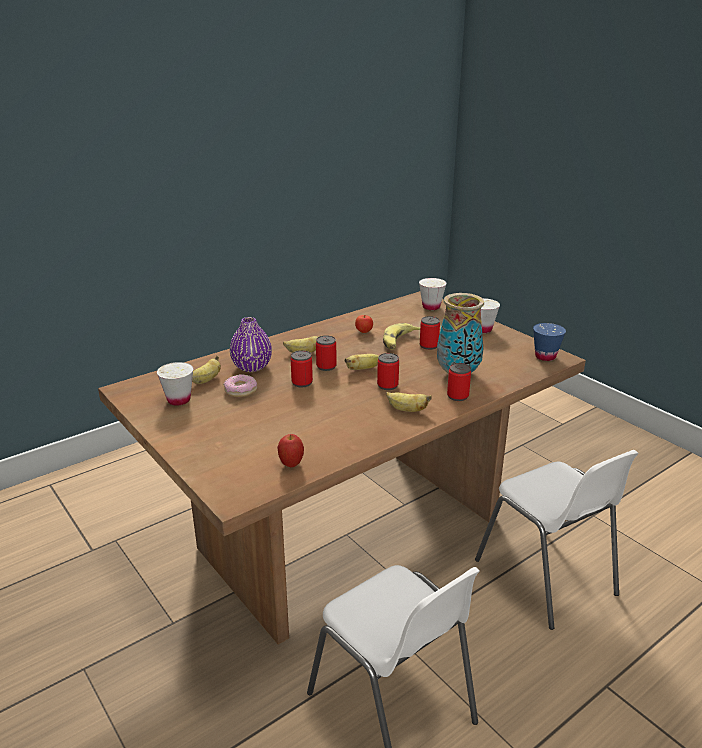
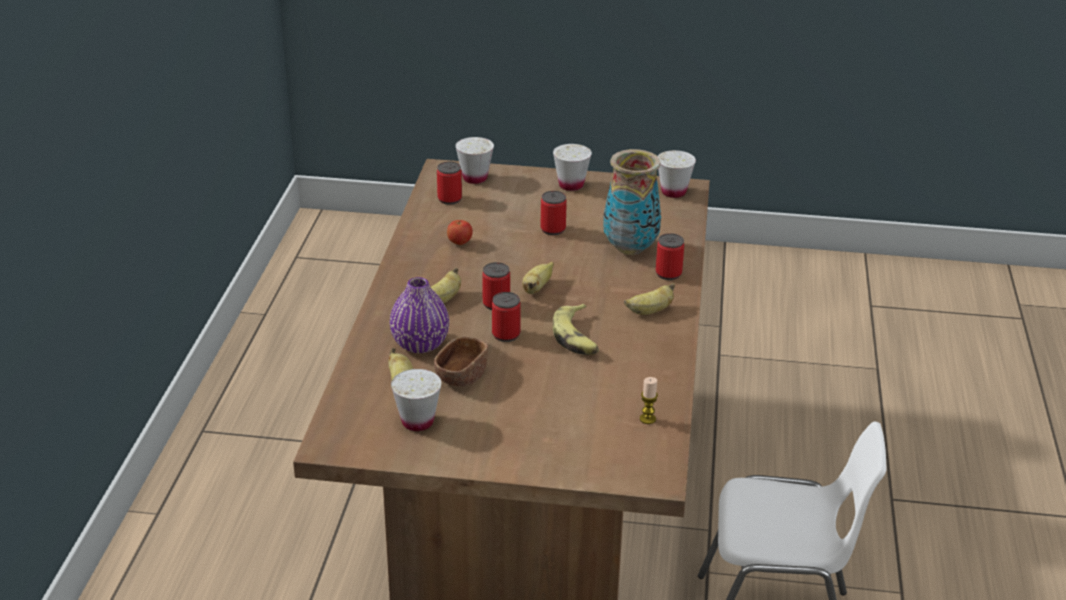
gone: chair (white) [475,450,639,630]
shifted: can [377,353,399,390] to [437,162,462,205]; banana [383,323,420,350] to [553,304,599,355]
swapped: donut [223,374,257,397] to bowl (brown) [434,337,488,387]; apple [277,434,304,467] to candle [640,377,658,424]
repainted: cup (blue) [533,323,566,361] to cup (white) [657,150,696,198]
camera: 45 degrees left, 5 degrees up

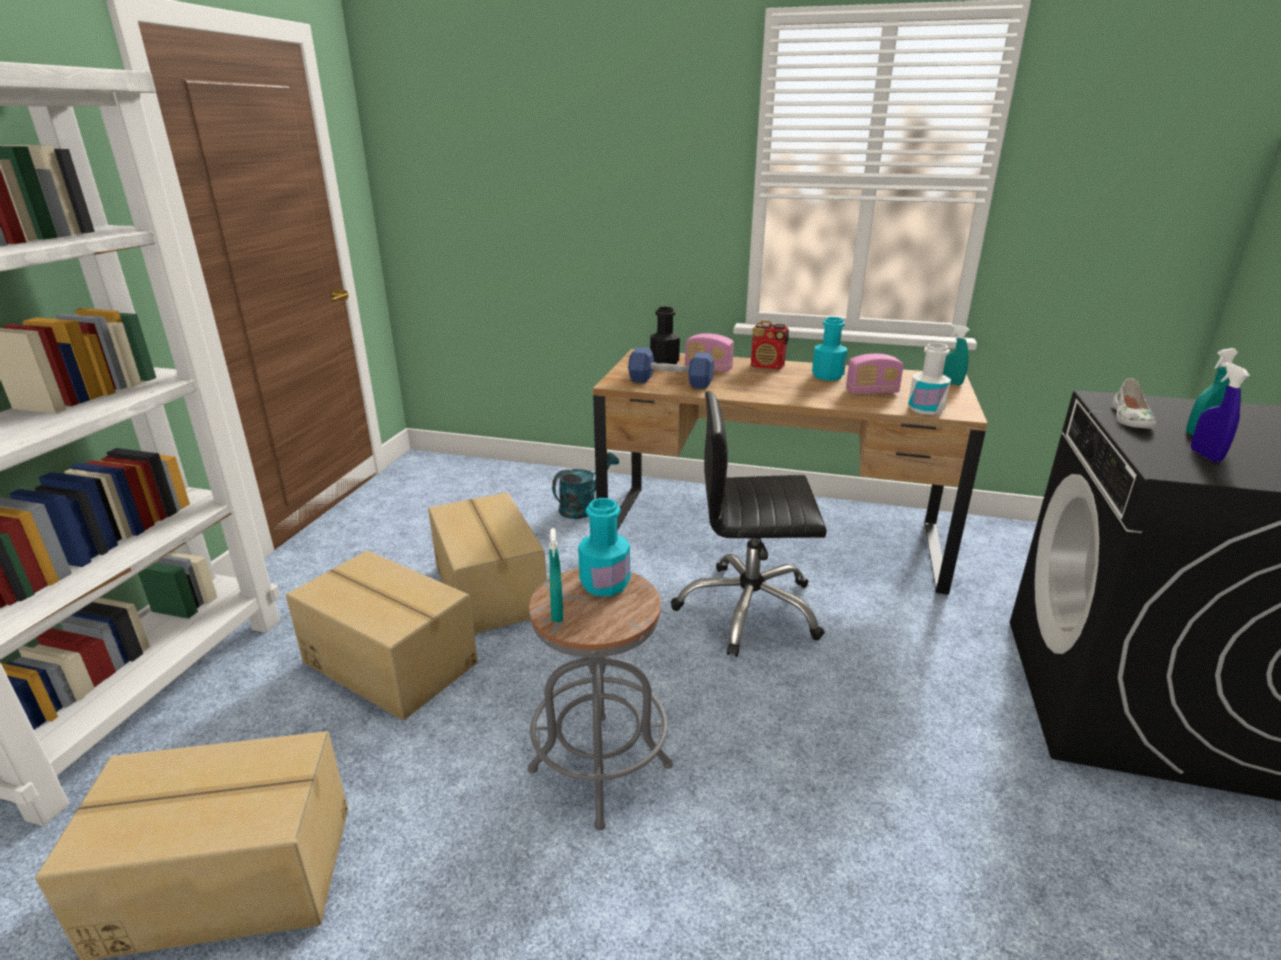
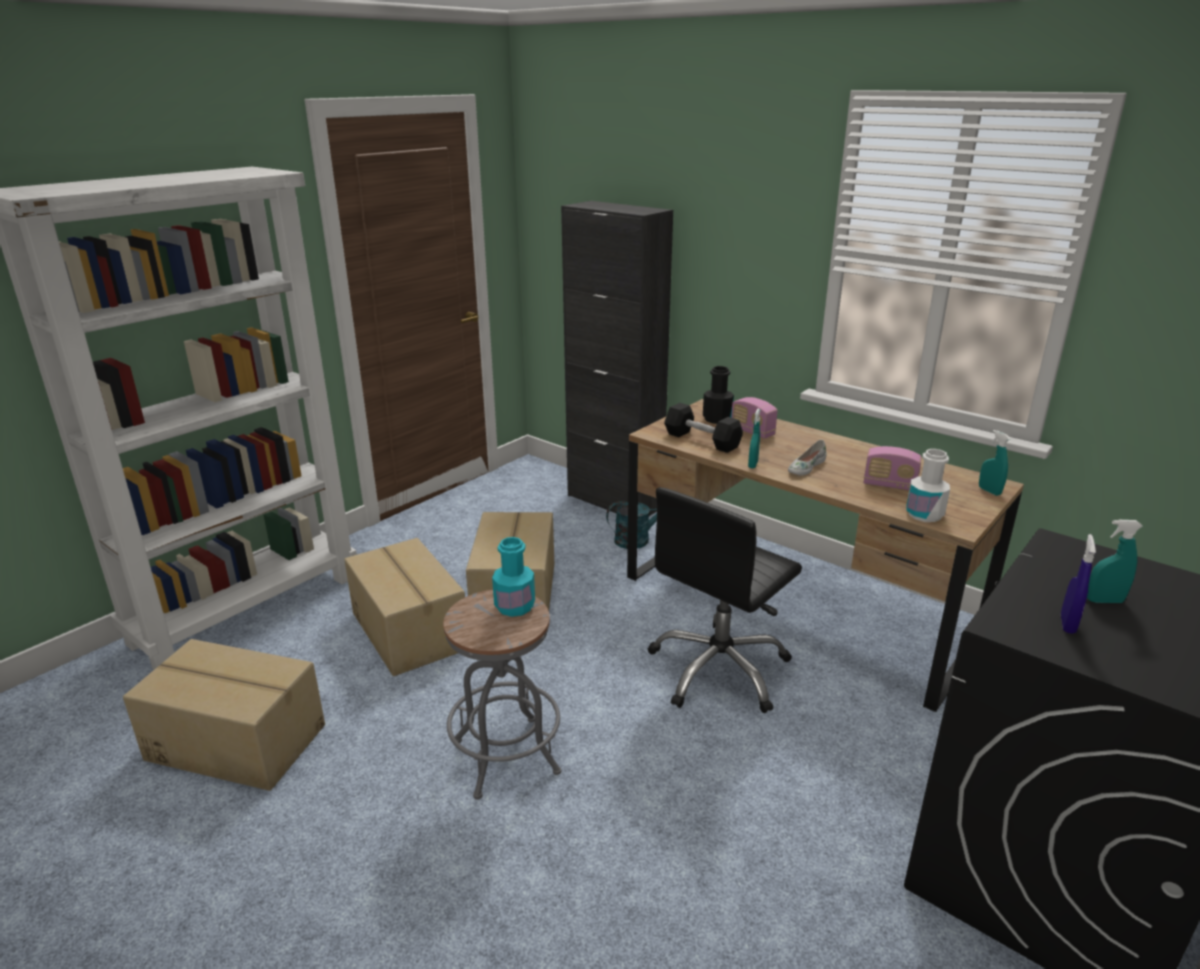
gone: radio [751,320,789,369]; bottle (turquoise) [812,317,847,381]
new: cabinet (black) [561,201,673,516]
shifted: spray bottle (turquoise) [549,528,563,622] to [748,409,760,468]; shoe (white) [1112,378,1156,429] to [788,440,827,476]
repainted: dumbbell (blue) [628,347,714,389] to dumbbell (black) [664,403,743,453]
rotated: office chair (black) [671,391,827,657] = [648,487,802,713] 75 degrees counterclockwise
camera: 25 degrees right, 0 degrees up

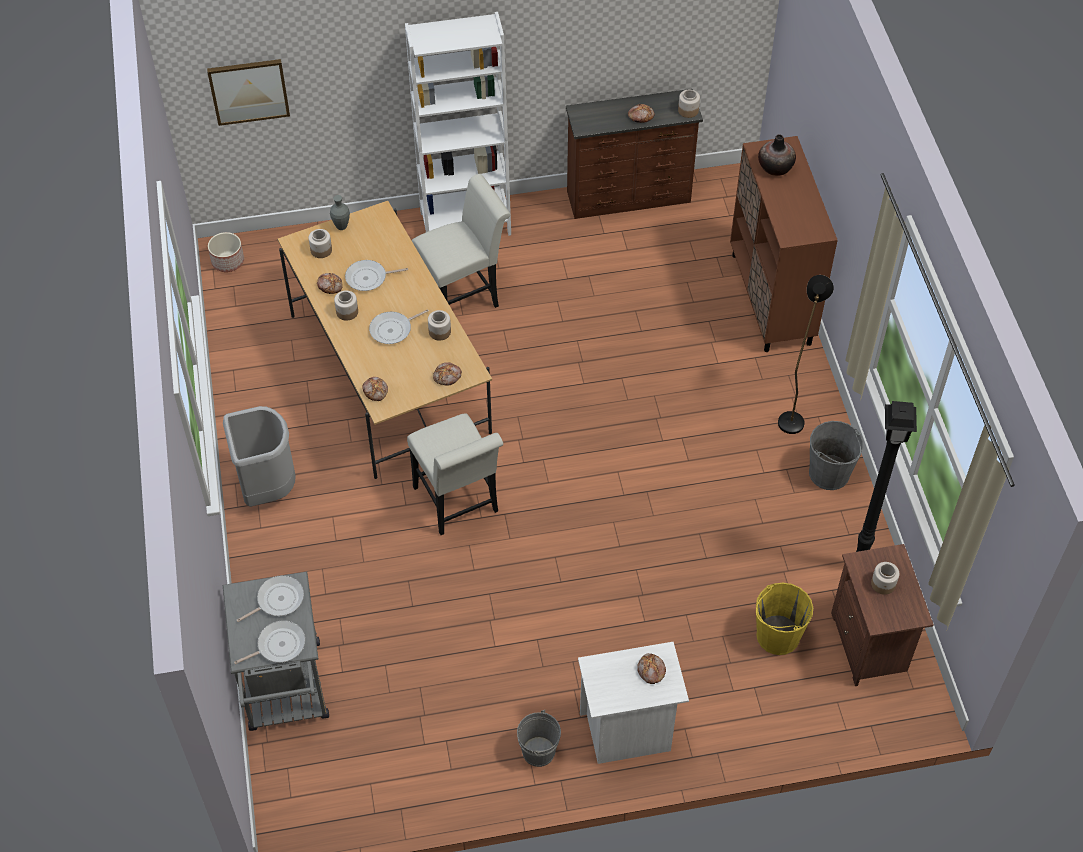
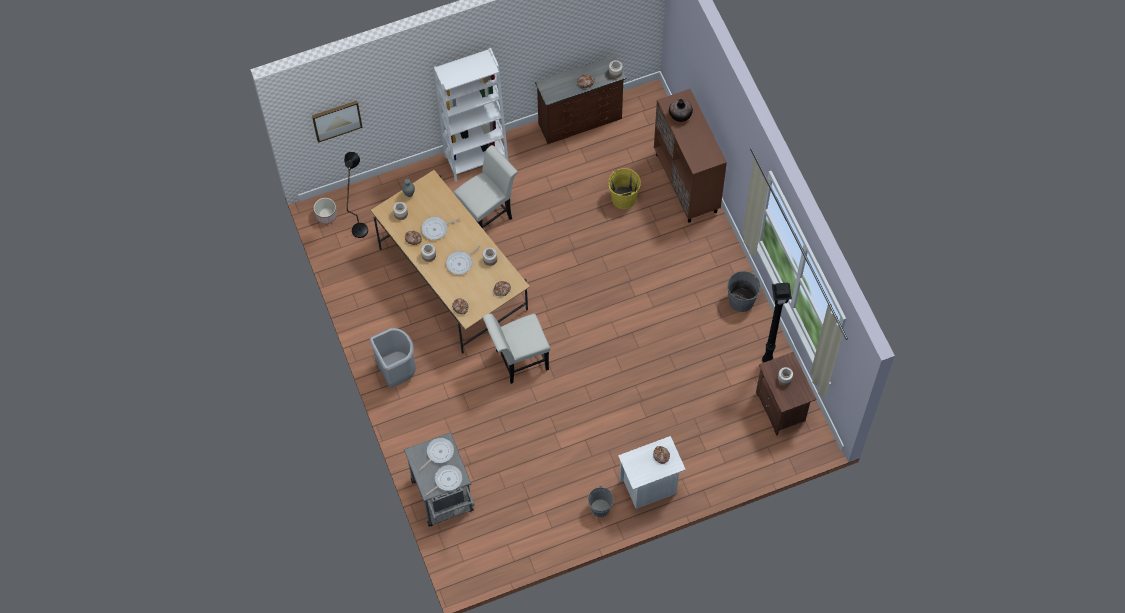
shifted: floor lamp (black) [778,275,834,434] to [344,152,368,238]; bucket (yellow) [756,583,813,655] to [608,168,641,209]
rotated: chair (white) [407,413,503,535] = [483,313,551,384] 105 degrees clockwise
camera: 10 degrees left, 10 degrees up

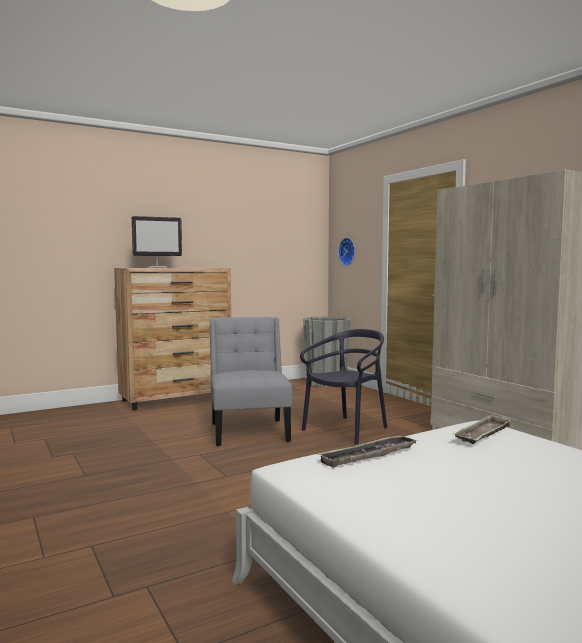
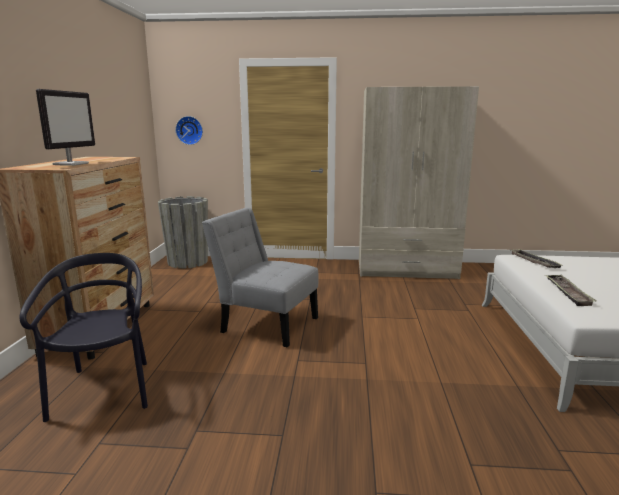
shifted: chair (black) [300,329,387,445] to [20,253,148,422]
camera: 55 degrees left, 10 degrees up

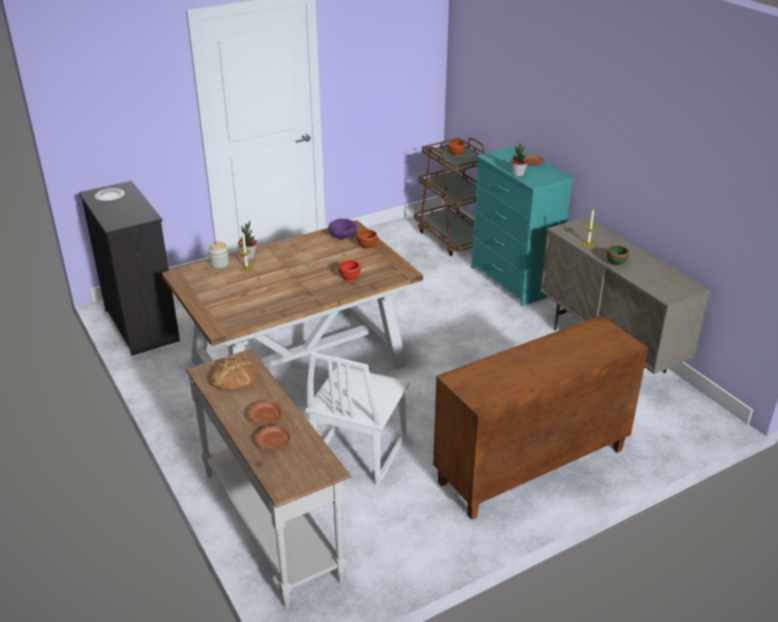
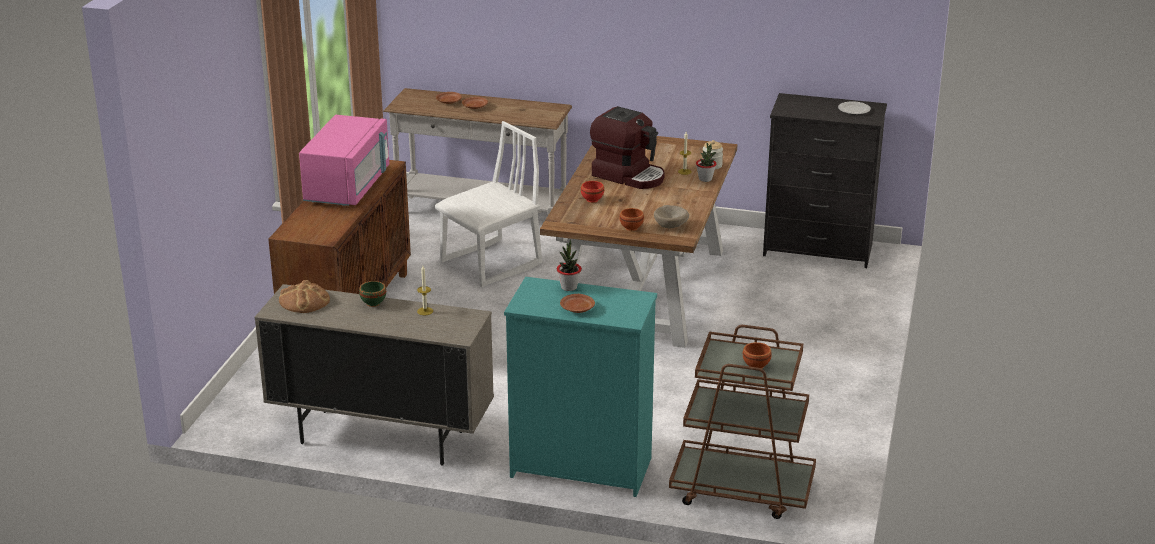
new: microwave (pink) [299,115,389,206]; coffee machine [590,106,665,189]
shifted: bread [209,358,257,391] to [279,280,330,313]
repainted: bowl (purple) [328,219,357,239] to bowl (beige) [654,205,689,228]
rotated: chair (white) [305,352,410,484] = [435,121,542,287] 75 degrees clockwise
camera: 135 degrees right, 5 degrees down

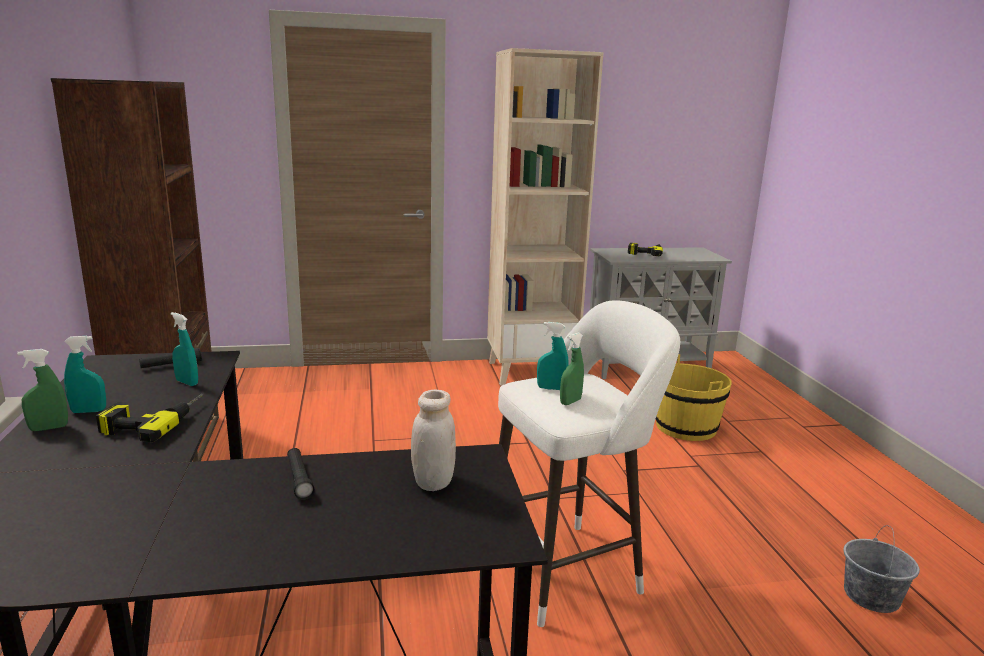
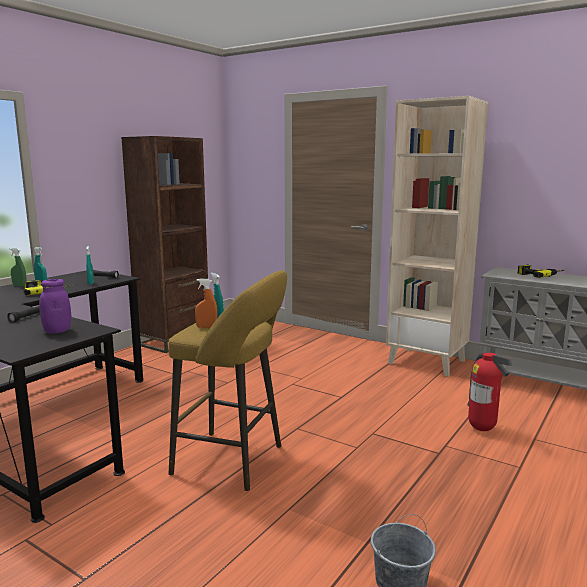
swapped: bucket (yellow) [656,354,732,441] to fire extinguisher [467,352,512,431]
repainted: jar (white) [411,390,456,491] to jar (purple) [39,279,71,334]; stool (white) [498,300,680,627] to stool (yellow) [168,270,287,491]; spray bottle (green) [560,333,584,405] to spray bottle (orange) [195,279,217,328]
camera: 45 degrees right, 5 degrees down

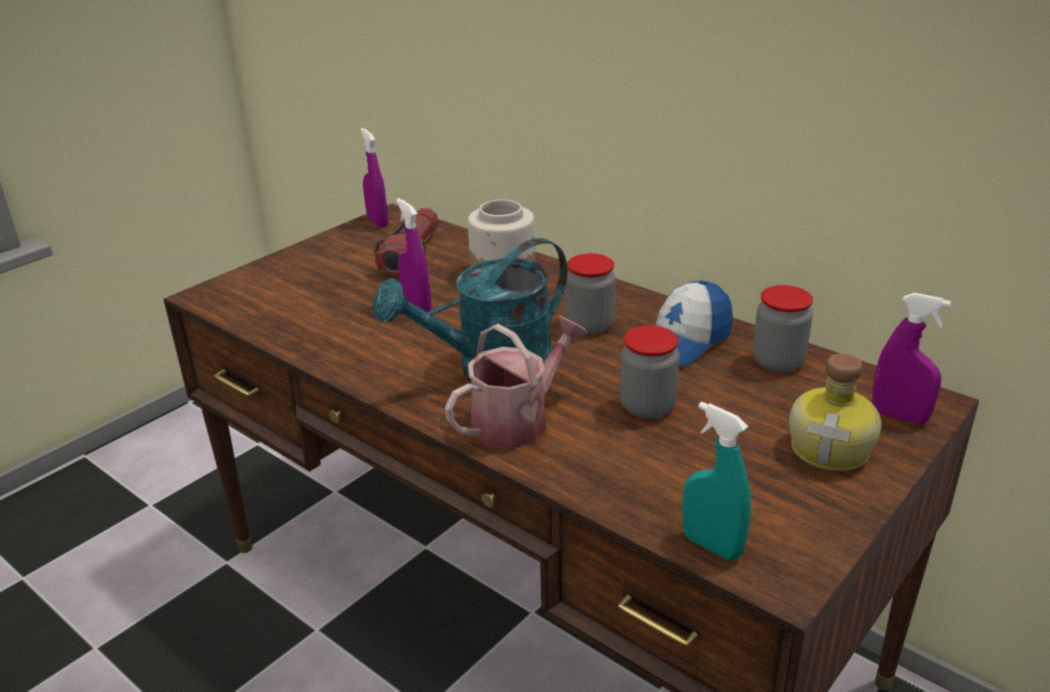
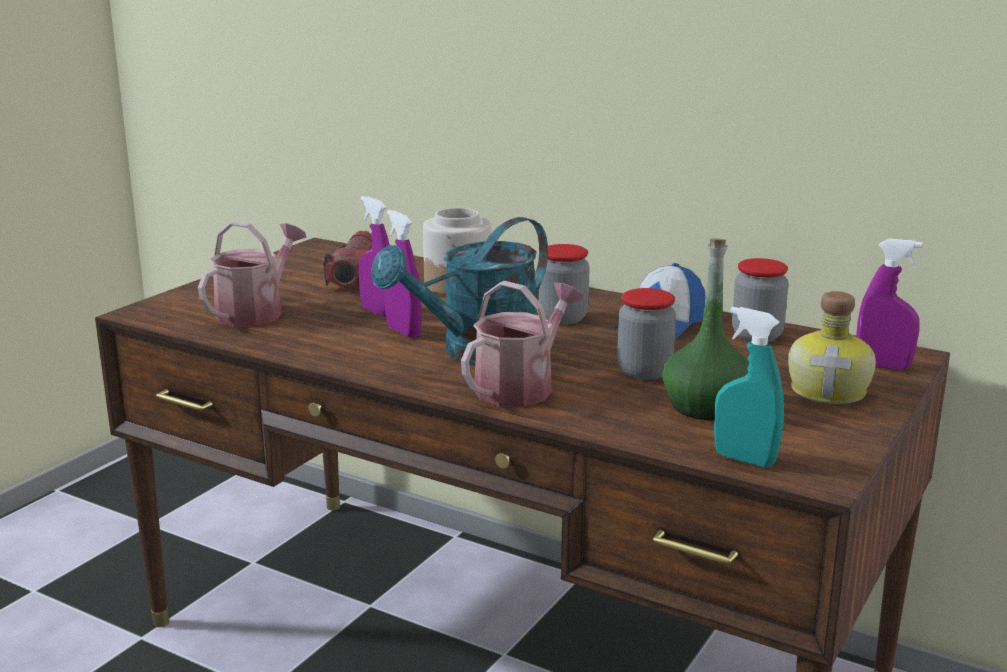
new: watering can [198,221,307,327]; bottle (green) [662,238,749,420]
shifted: spray bottle (purple) [361,128,388,227] to [384,210,422,338]
camera: 10 degrees left, 10 degrees down

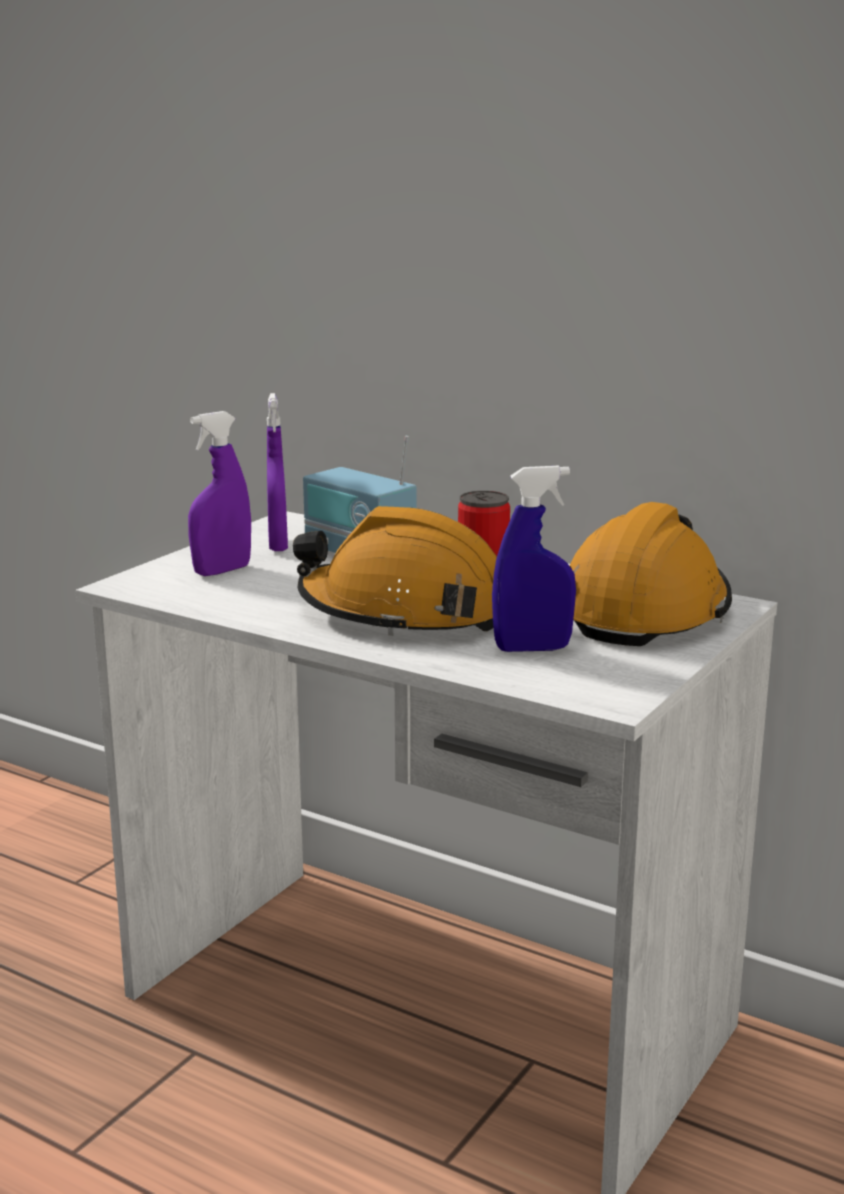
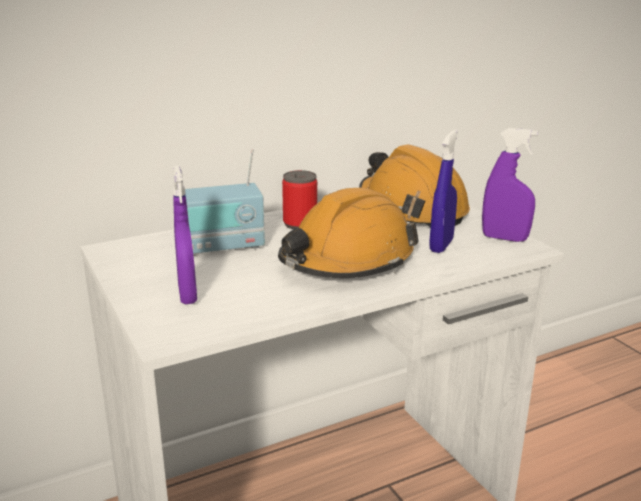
shifted: spray bottle (purple) [267,393,288,551] to [482,128,538,242]
camera: 60 degrees left, 5 degrees up

